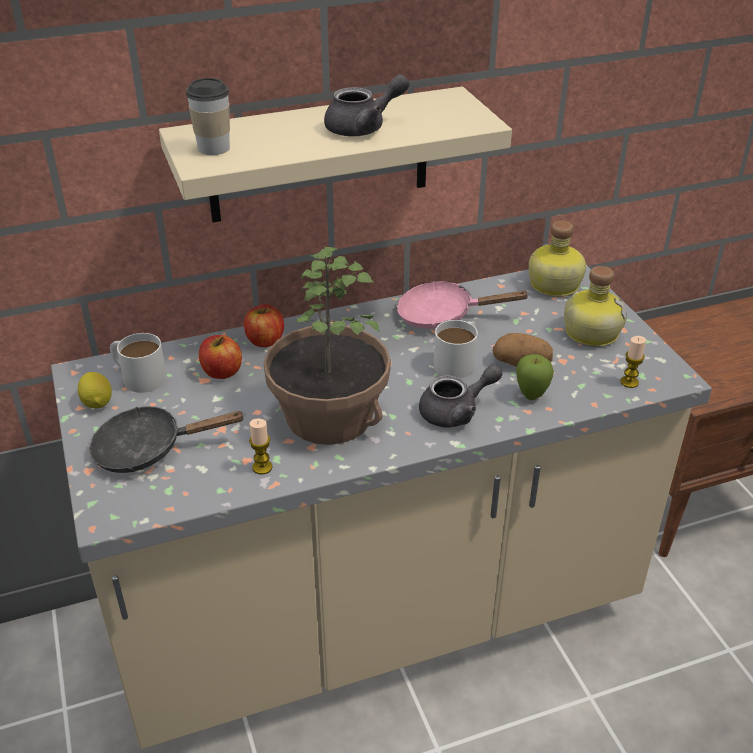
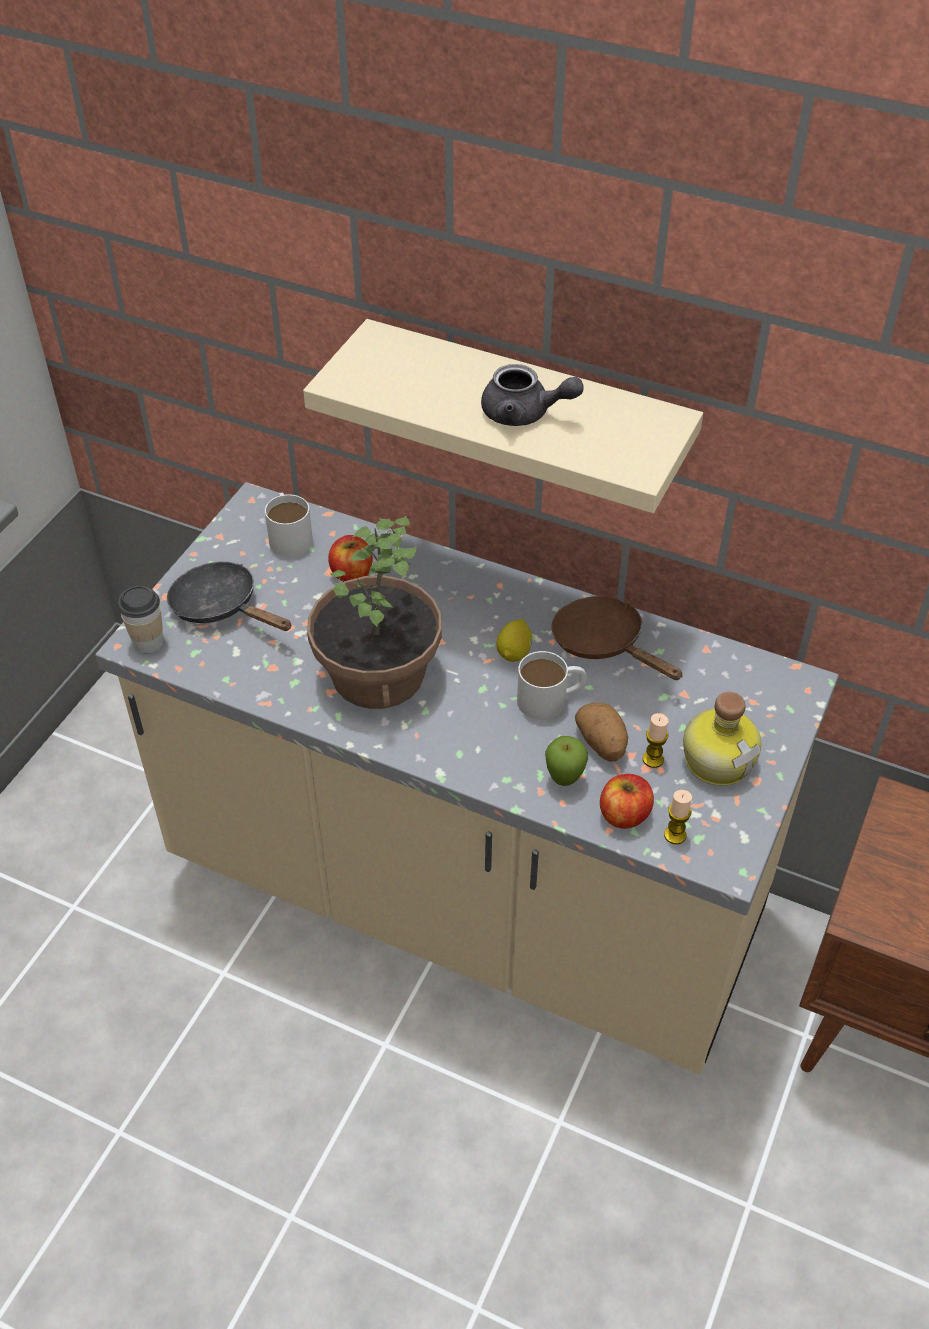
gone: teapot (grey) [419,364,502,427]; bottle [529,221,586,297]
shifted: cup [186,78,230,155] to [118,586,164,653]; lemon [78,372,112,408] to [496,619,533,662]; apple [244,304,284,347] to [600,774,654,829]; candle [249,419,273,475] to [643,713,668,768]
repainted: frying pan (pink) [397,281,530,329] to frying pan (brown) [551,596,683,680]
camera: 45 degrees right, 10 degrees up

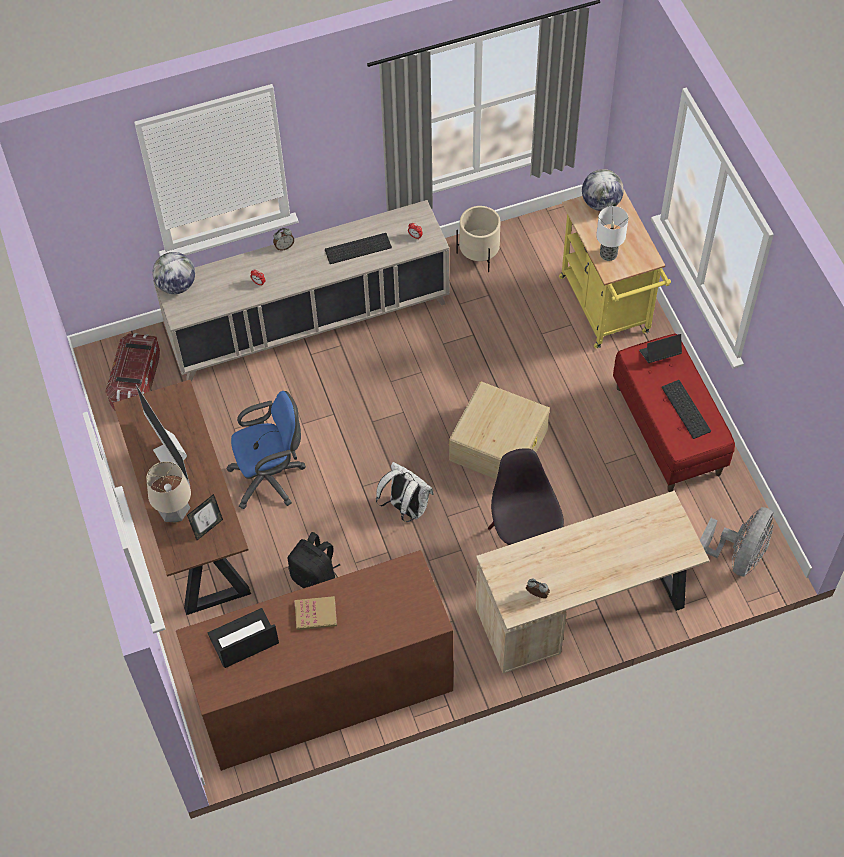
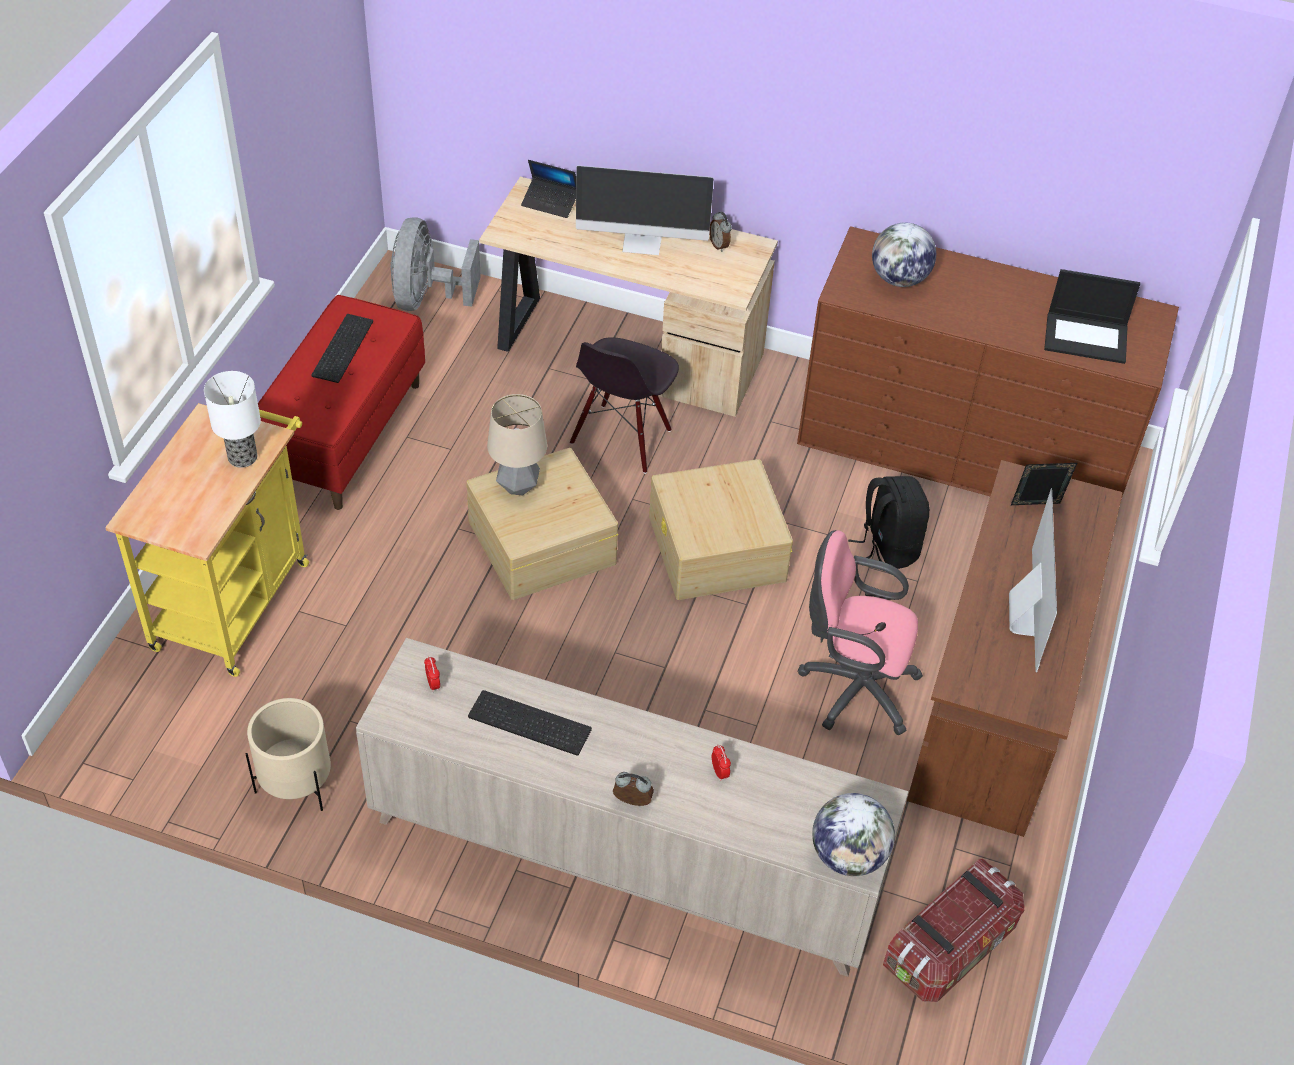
gone: book [295,596,337,630]
new: monitor [576,166,714,255]
shifted: table lamp [146,461,191,522] to [487,394,547,495]; laptop [639,334,682,363] to [521,160,576,218]; globe [582,169,624,211] to [872,222,936,287]
swapped: backpack (white) [376,462,434,522] to storage box (beige) [649,459,793,600]
repainted: office chair (blue) [226,391,306,509] to office chair (pink) [798,530,923,735]
rotated: fan (grey) [700,507,774,577] = [390,217,481,311] 60 degrees counterclockwise
camera: 145 degrees left, 10 degrees down

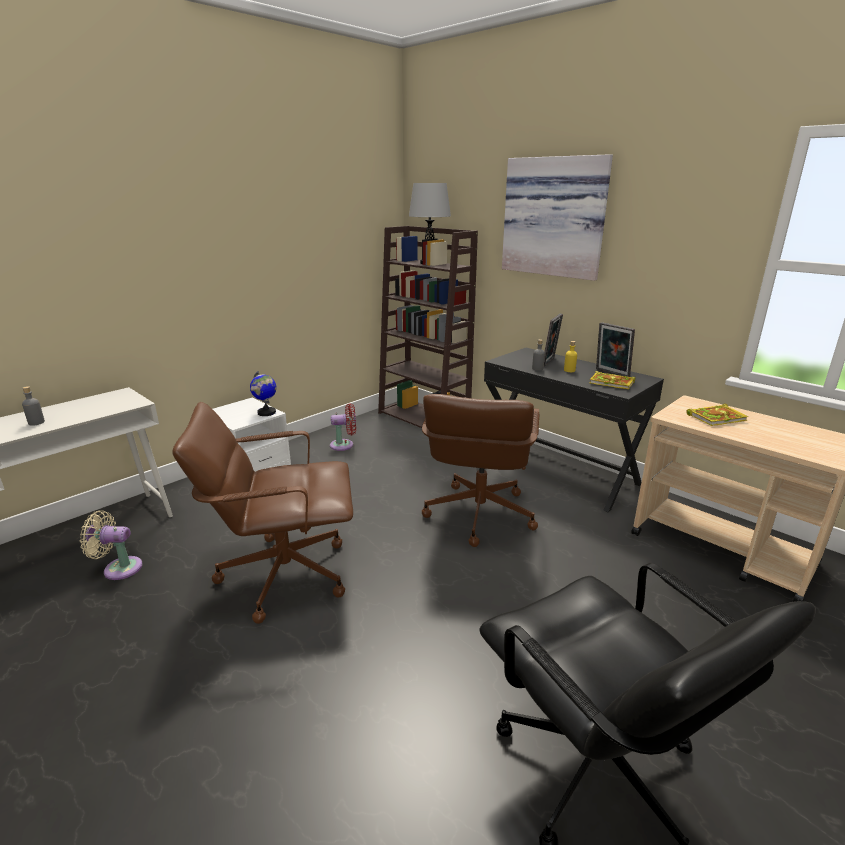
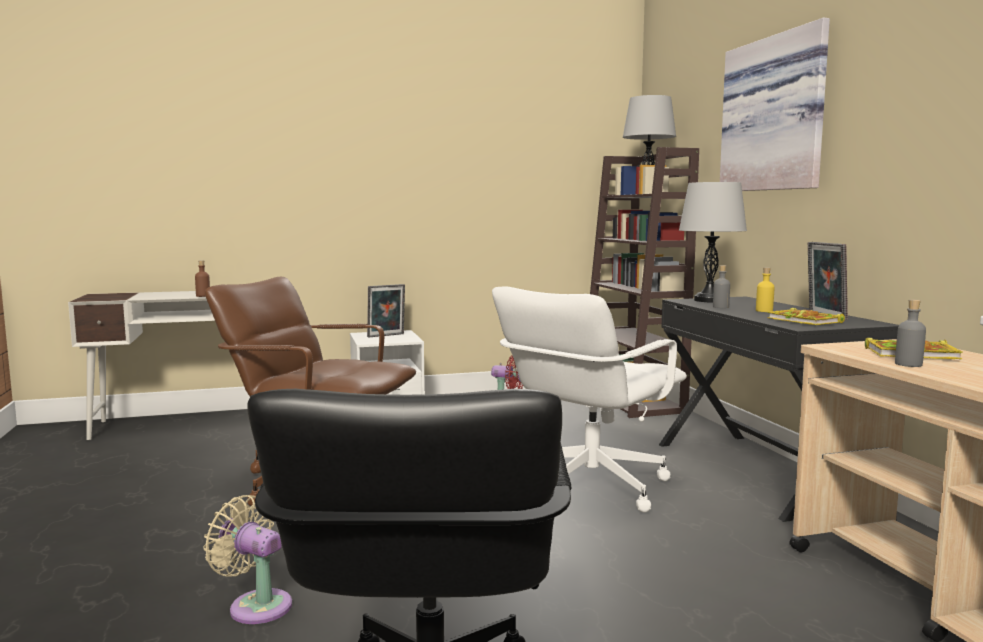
gone: globe [250,371,276,416]
new: bottle (brown) [195,260,210,297]; table lamp (grey) [679,182,747,303]
shifted: fan (beige) [80,510,143,580] to [203,495,292,624]; picture frame [544,314,563,367] to [367,284,405,337]; bottle (grey) [22,386,45,426] to [895,300,926,367]
repainted: office chair (brown) [422,394,539,547] to office chair (white) [492,286,687,513]
camera: 30 degrees right, 15 degrees down

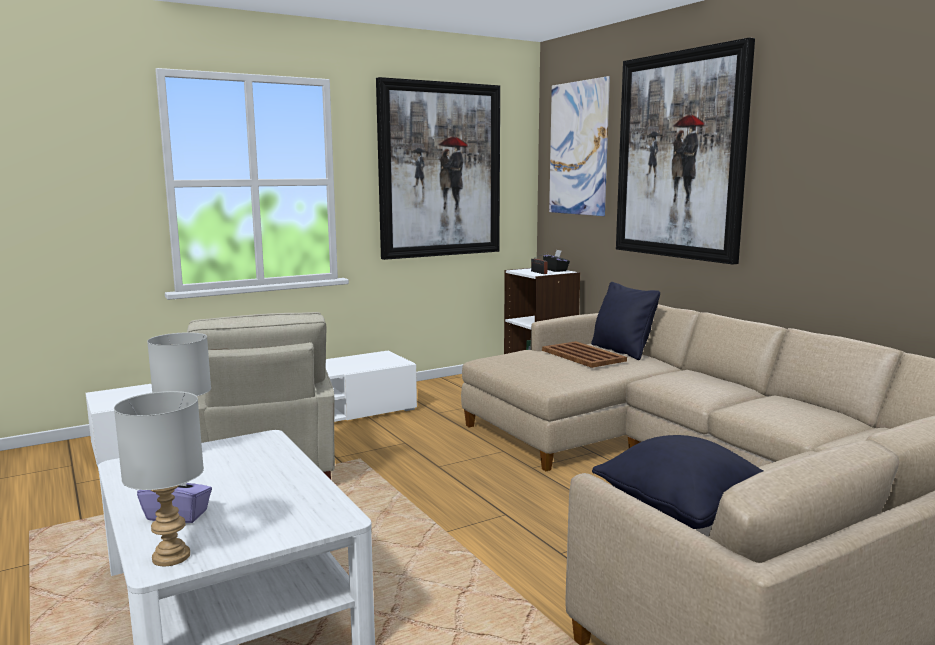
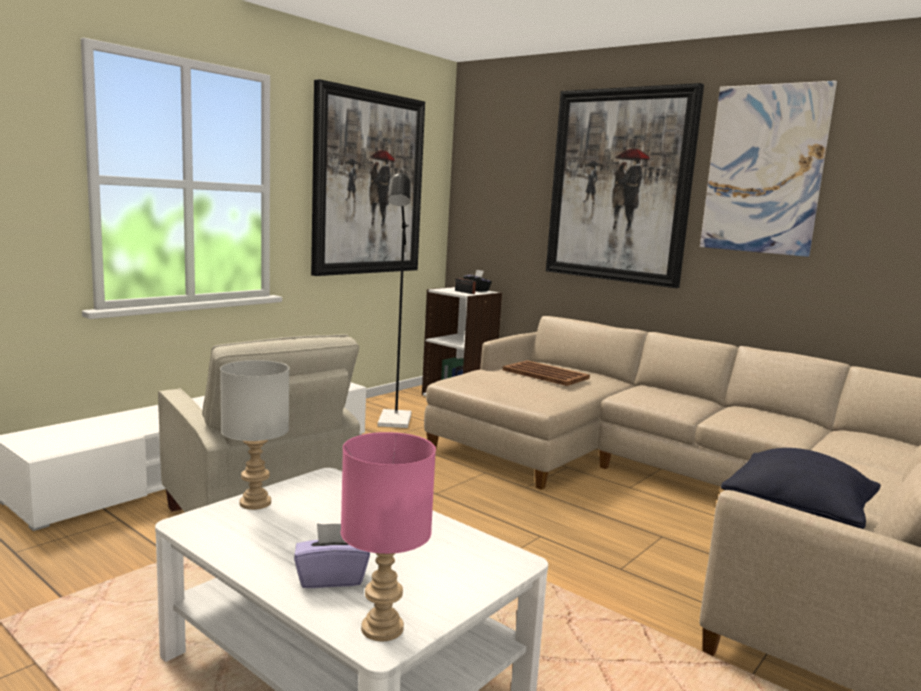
gone: pillow (black) [591,282,660,360]
new: floor lamp (black) [378,171,412,428]
shifted: picture [549,76,610,216] to [700,81,837,257]
repainted: table lamp (grey) [114,391,204,566] to table lamp (pink) [341,432,436,641]
camera: 20 degrees left, 0 degrees up

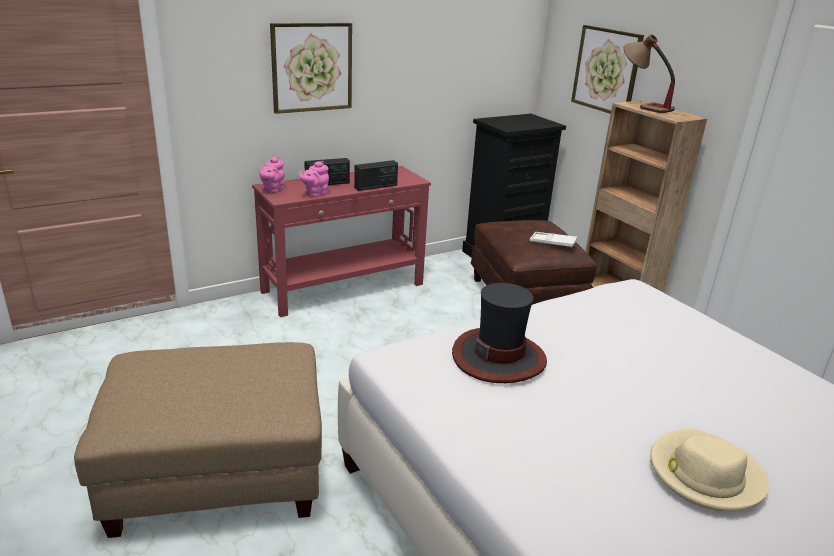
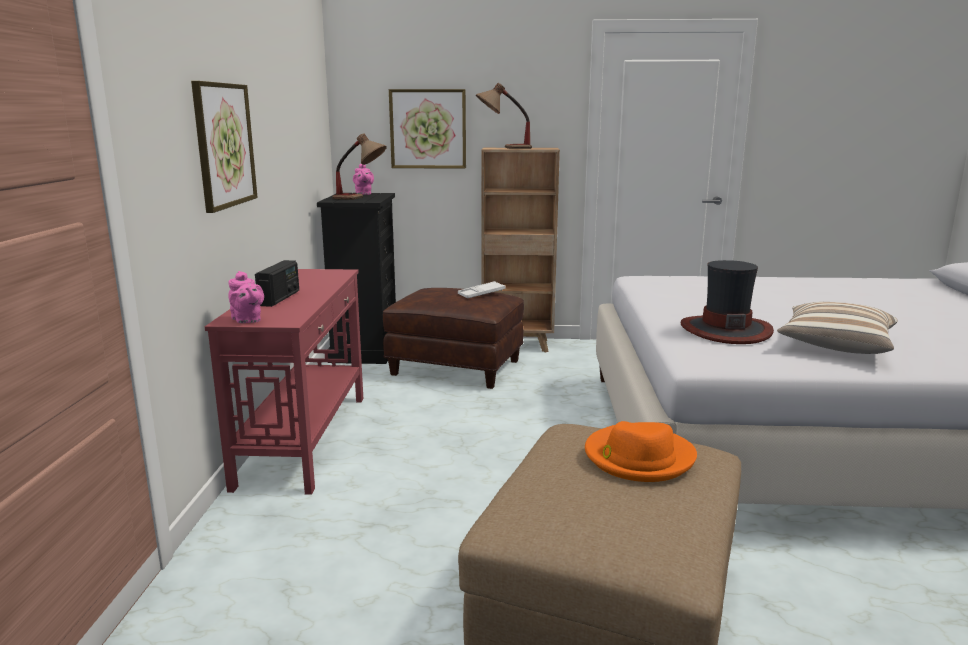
gone: radio [354,160,398,191]; hat (beige) [650,428,769,512]
new: table lamp [332,133,387,200]; hat (orange) [585,421,697,482]; pillow [777,302,897,354]
shifted: teapot (pink) [299,161,329,197] to [353,164,374,195]
camera: 55 degrees left, 10 degrees down

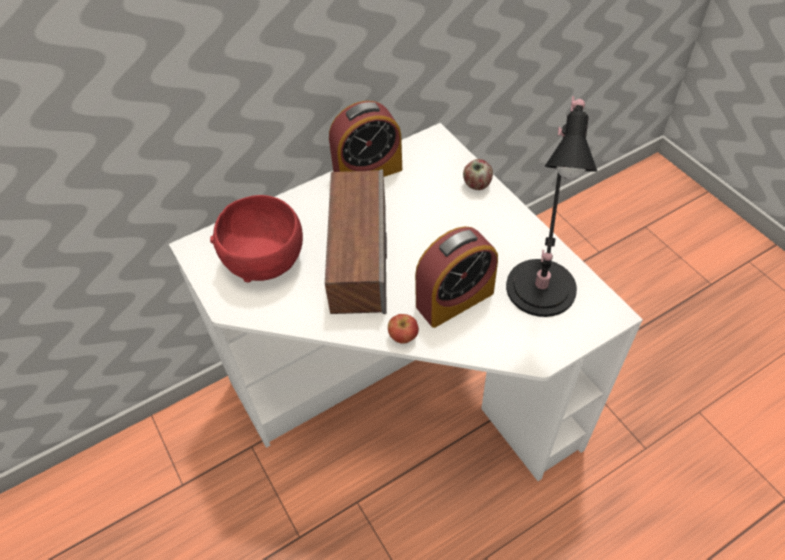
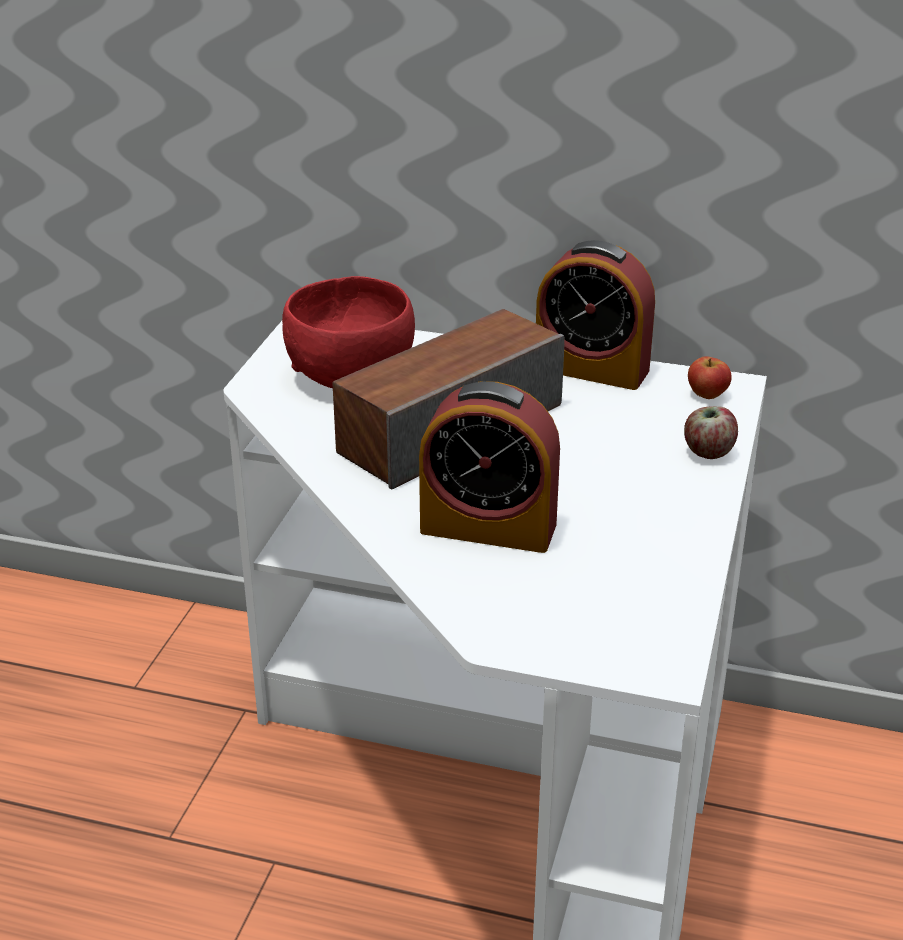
gone: table lamp (black) [506,96,597,317]
shifted: apple [388,314,419,344] to [688,356,732,399]
camera: 45 degrees right, 20 degrees down

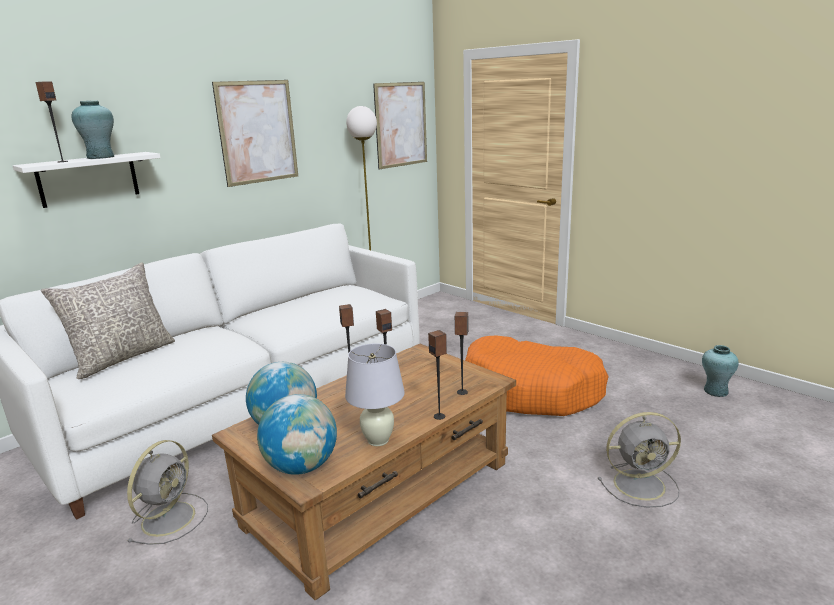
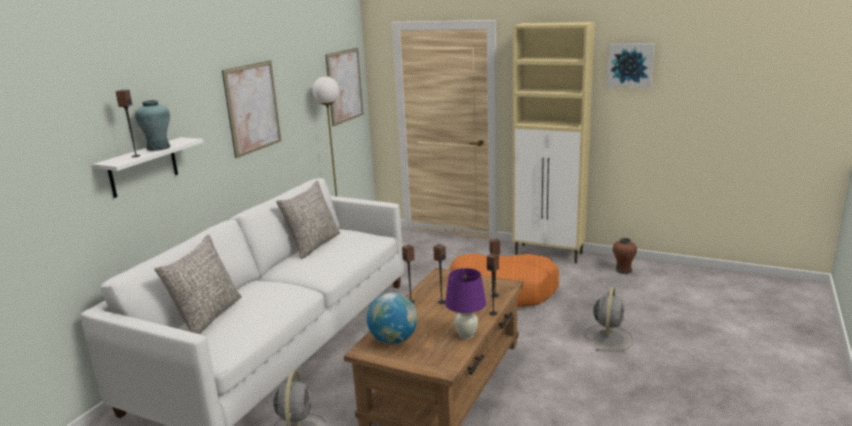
gone: globe [257,394,337,475]
new: pillow (grey) [276,180,340,259]; cabinet (beige) [513,22,595,263]; picture [607,44,654,88]
repainted: table lamp (white) [345,343,405,446] to table lamp (purple) [445,268,486,340]; vase (turquoise) [702,345,739,397] to vase (brown) [613,238,637,274]
rotated: fan (grey) [598,412,681,508] = [584,287,633,351] 45 degrees counterclockwise
camera: 20 degrees left, 0 degrees up

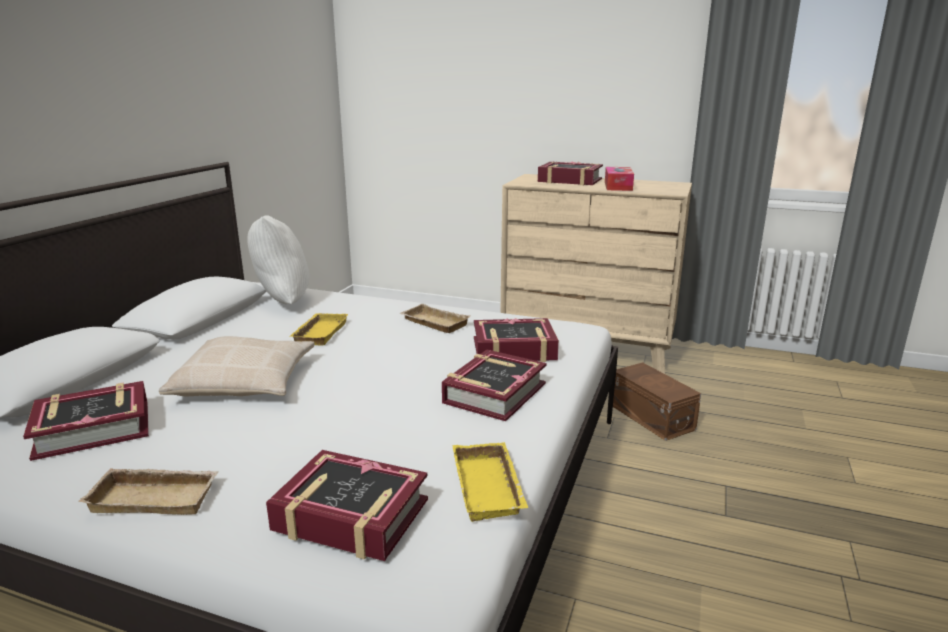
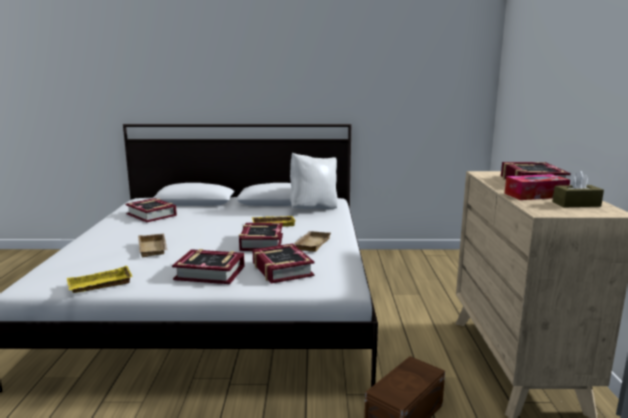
gone: pillow (beige) [159,336,315,396]
new: tissue box (brown) [553,171,604,207]
shifted: tray (beige) [78,468,219,515] to [138,233,168,258]; book [266,450,428,561] to [239,223,283,251]
camera: 70 degrees right, 5 degrees down

